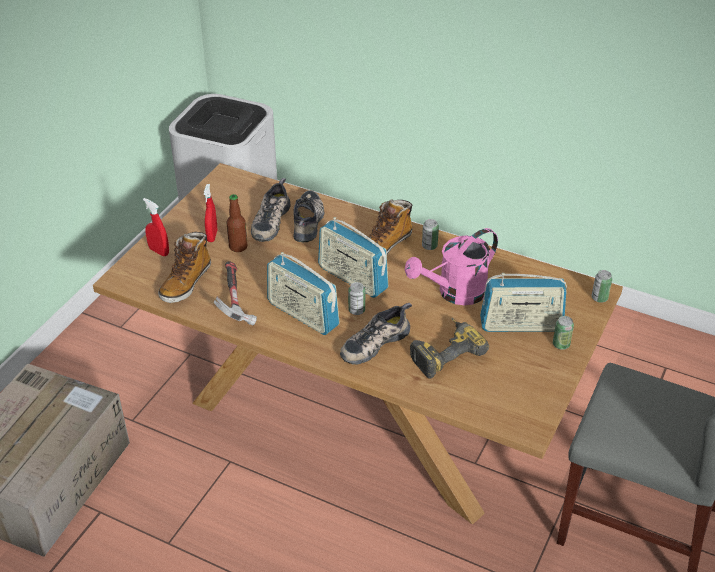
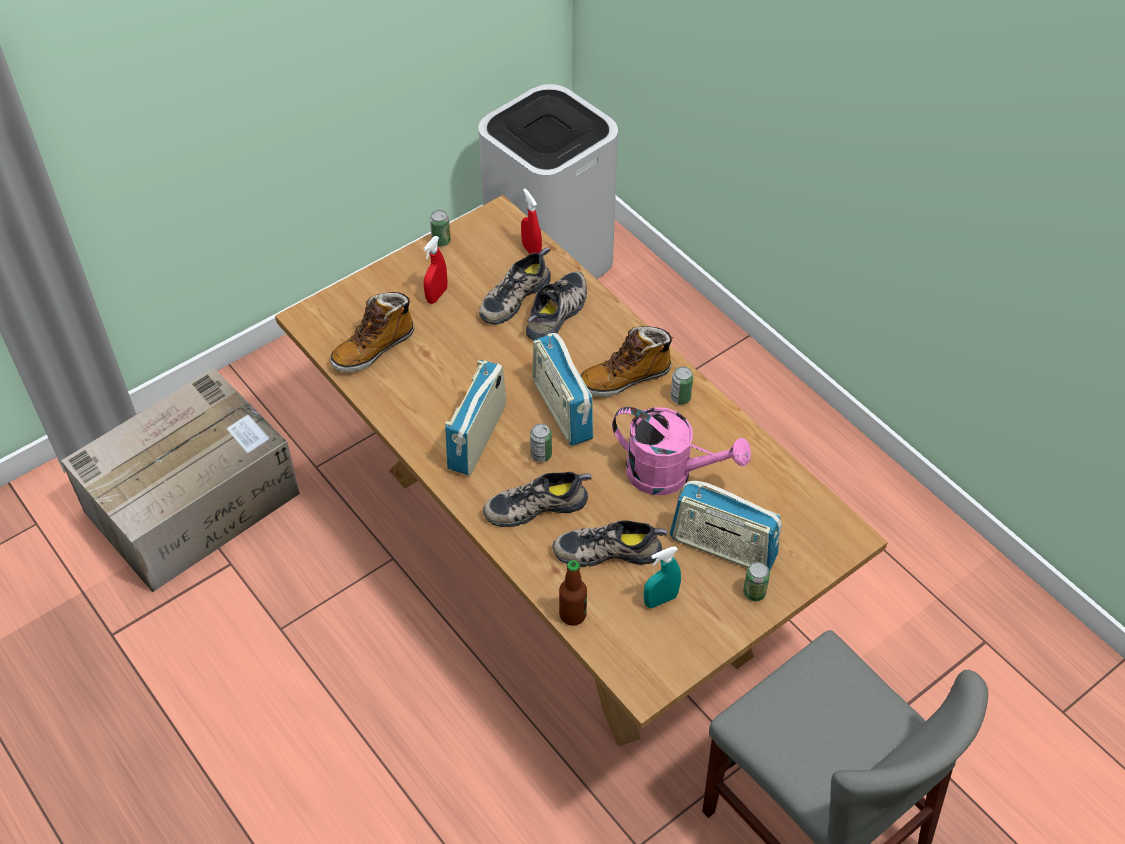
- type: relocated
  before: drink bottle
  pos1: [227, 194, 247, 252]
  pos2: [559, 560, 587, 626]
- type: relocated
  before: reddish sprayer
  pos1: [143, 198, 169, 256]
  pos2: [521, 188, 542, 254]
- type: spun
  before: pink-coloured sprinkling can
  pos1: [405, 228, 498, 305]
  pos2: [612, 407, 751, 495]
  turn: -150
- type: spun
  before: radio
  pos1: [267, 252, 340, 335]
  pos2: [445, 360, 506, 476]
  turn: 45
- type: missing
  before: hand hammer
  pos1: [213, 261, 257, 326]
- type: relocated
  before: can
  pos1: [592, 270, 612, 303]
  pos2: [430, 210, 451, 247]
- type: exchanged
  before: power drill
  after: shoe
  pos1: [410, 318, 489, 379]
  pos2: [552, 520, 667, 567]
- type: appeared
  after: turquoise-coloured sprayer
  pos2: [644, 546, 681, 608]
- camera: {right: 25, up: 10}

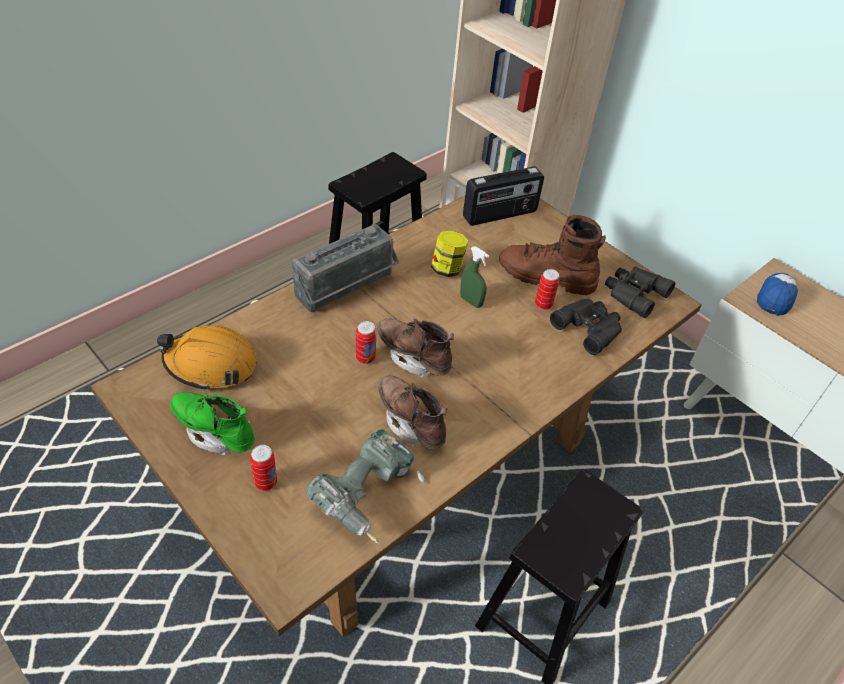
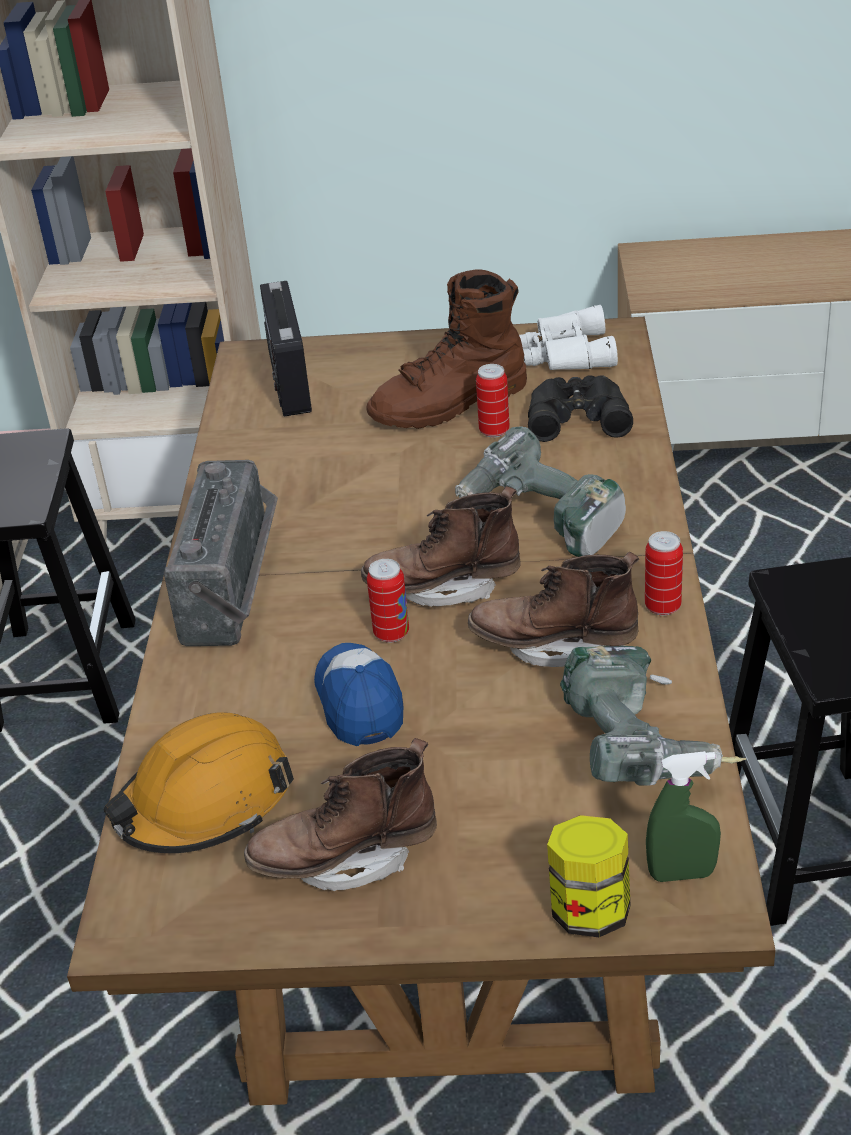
- type: spun
  before: radio
  pos1: [463, 167, 544, 226]
  pos2: [260, 281, 312, 416]
  turn: 150
- type: relocated
  before: jar
  pos1: [431, 230, 469, 277]
  pos2: [547, 815, 631, 937]
- type: relocated
  before: green-coloured sprayer
  pos1: [460, 247, 489, 308]
  pos2: [646, 751, 721, 882]
- type: colour
  before: blackish field glasses
  after: whitish field glasses
  pos1: [605, 266, 676, 318]
  pos2: [519, 305, 618, 370]
- type: relocated
  before: peaked cap
  pos1: [757, 273, 798, 316]
  pos2: [314, 643, 403, 746]
- type: colour
  before: green-coloured boot
  after: brown boot
  pos1: [170, 392, 255, 455]
  pos2: [244, 738, 437, 891]
- type: relocated
  before: can
  pos1: [250, 445, 277, 491]
  pos2: [645, 531, 683, 616]
- type: appeared
  after: power drill
  pos2: [455, 426, 626, 557]
- camera: {right: -40, up: -10}

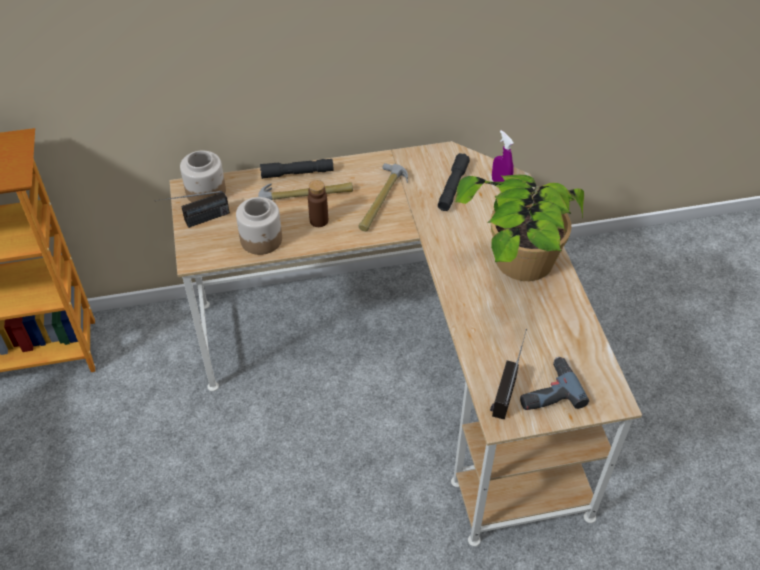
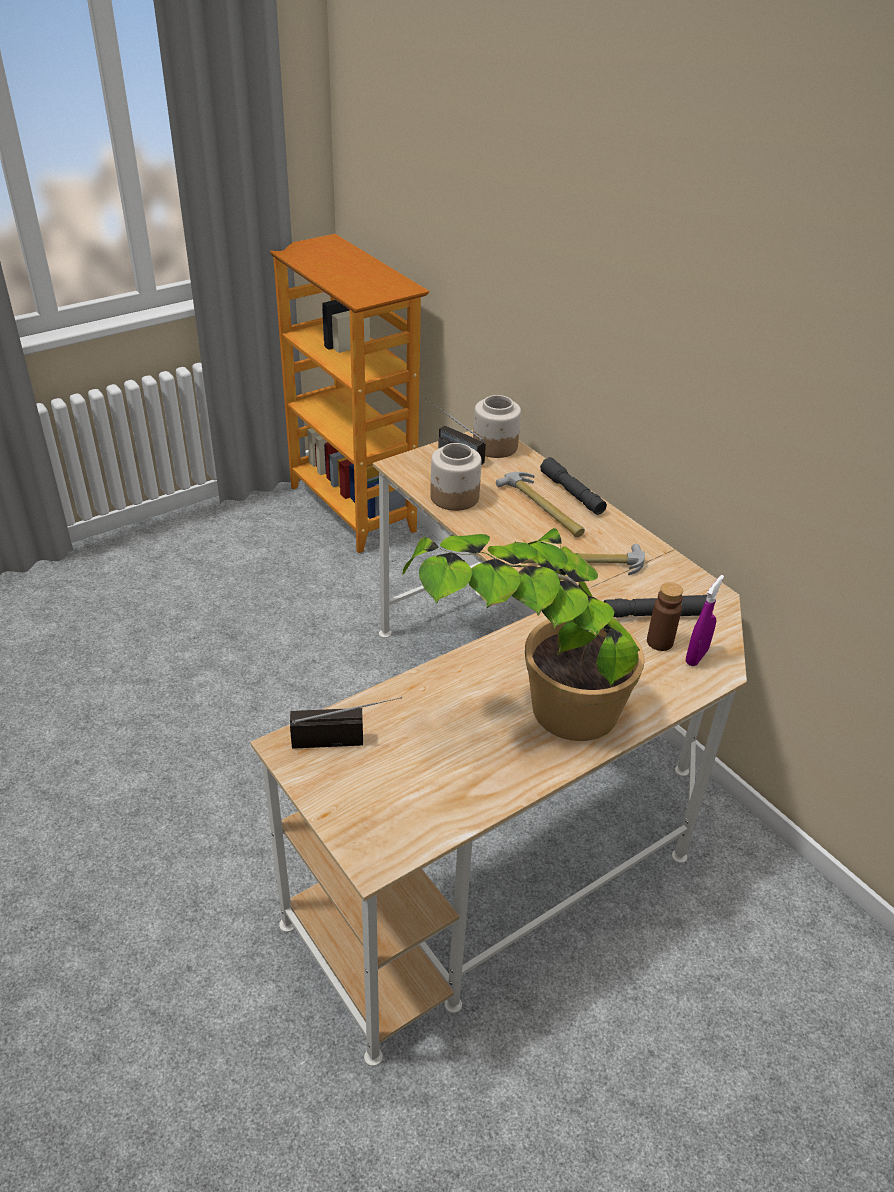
- type: relocated
  before: brown drink bottle
  pos1: [308, 180, 328, 227]
  pos2: [647, 582, 683, 651]
- type: missing
  before: power drill
  pos1: [520, 357, 589, 410]
- camera: {right: 65, up: -10}

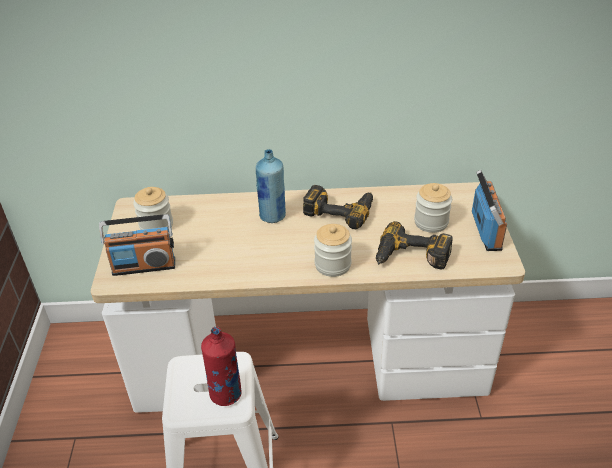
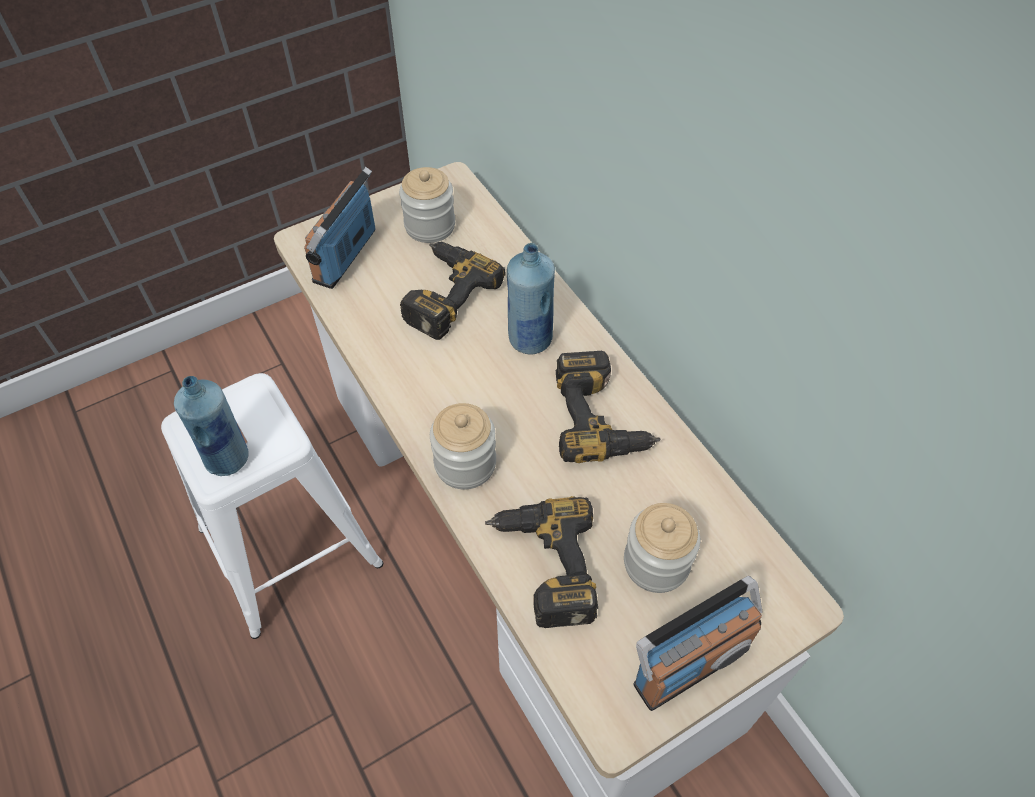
- type: spun
  before: radio
  pos1: [99, 214, 175, 276]
  pos2: [304, 167, 376, 289]
  turn: 60
- type: colour
  before: reddish drink bottle
  after: blue drink bottle
  pos1: [201, 327, 242, 406]
  pos2: [174, 376, 249, 476]
- type: appeared
  after: power drill
  pos2: [400, 242, 505, 340]
- camera: {right: 60, up: 15}

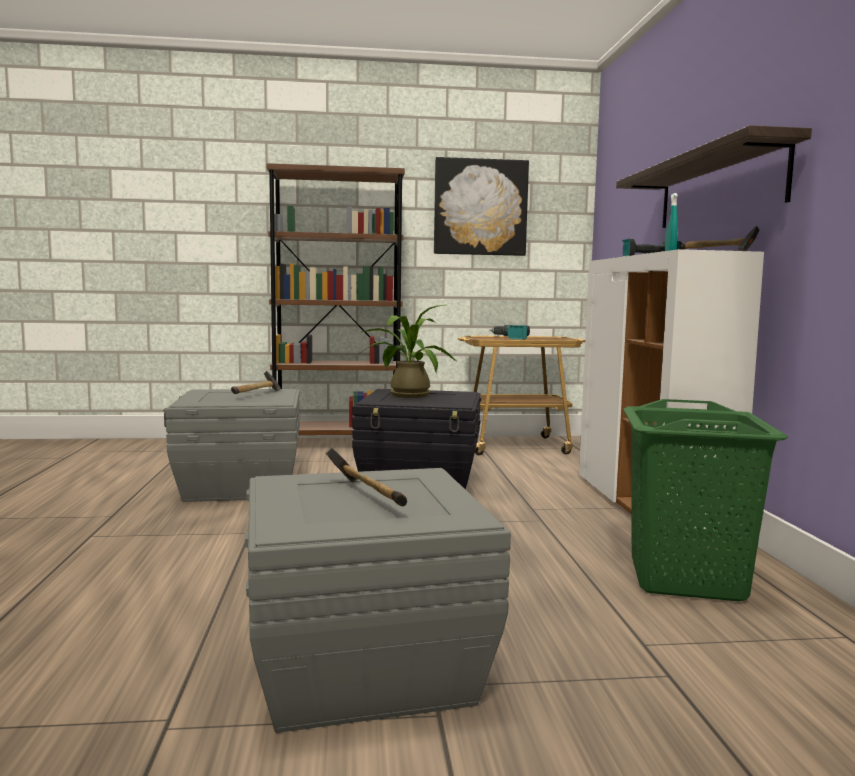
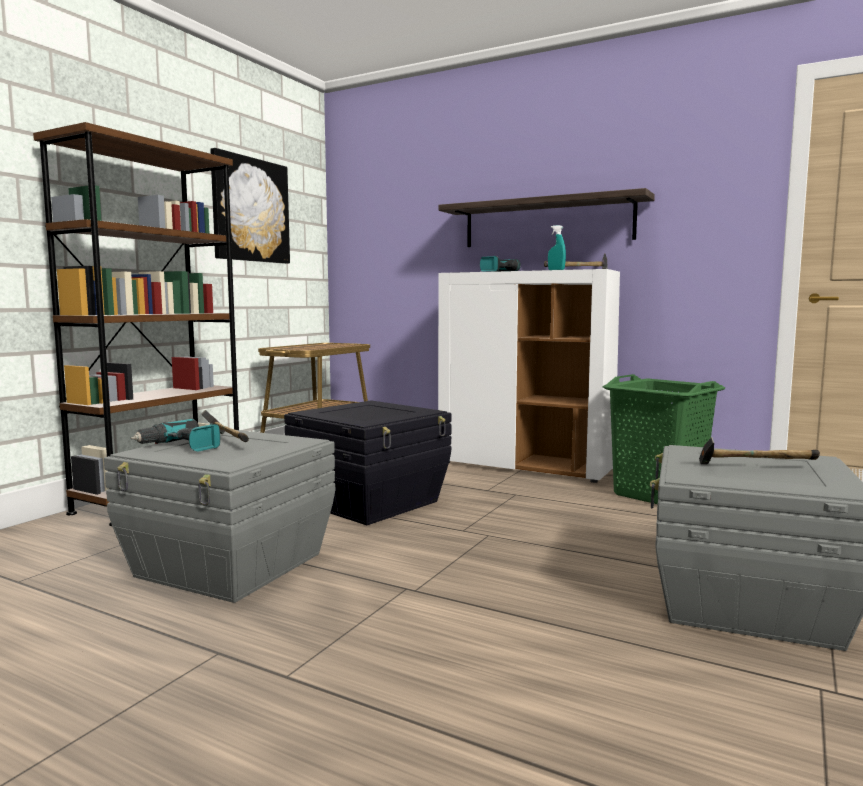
- type: missing
  before: plant in a pot
  pos1: [358, 305, 458, 398]
- type: relocated
  before: power drill
  pos1: [489, 325, 530, 340]
  pos2: [131, 419, 220, 451]
- camera: {right: -55, up: 0}

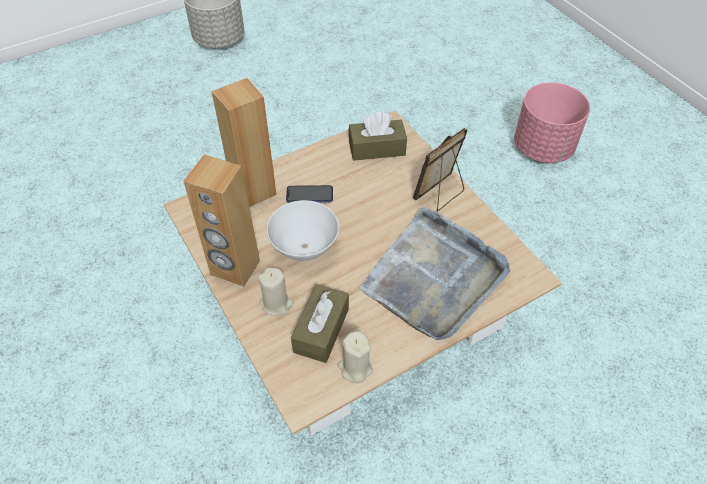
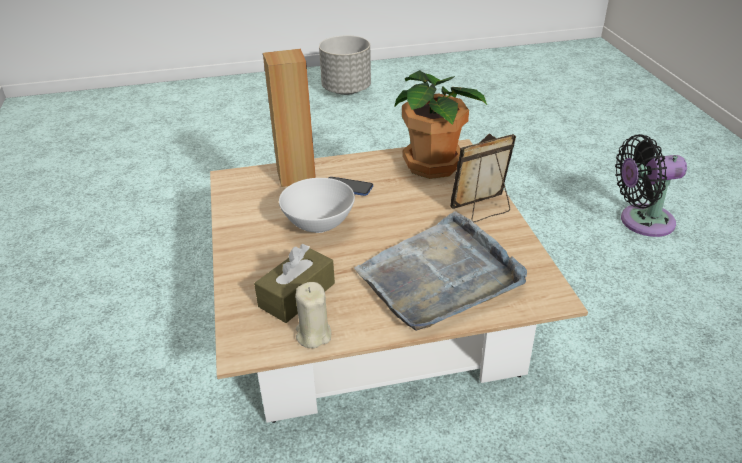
- type: exchanged
  before: pink-coloured planter
  after: blackish electric fan
  pos1: [514, 82, 590, 163]
  pos2: [615, 134, 687, 237]
- type: exchanged
  before: brown box of tissues
  after: plant in a pot
  pos1: [349, 112, 407, 161]
  pos2: [394, 70, 487, 179]
- type: missing
  before: brown audio speaker
  pos1: [184, 154, 260, 287]
- type: missing
  before: sand-coloured wax candle
  pos1: [258, 268, 294, 316]
- camera: {right: 20, up: -15}

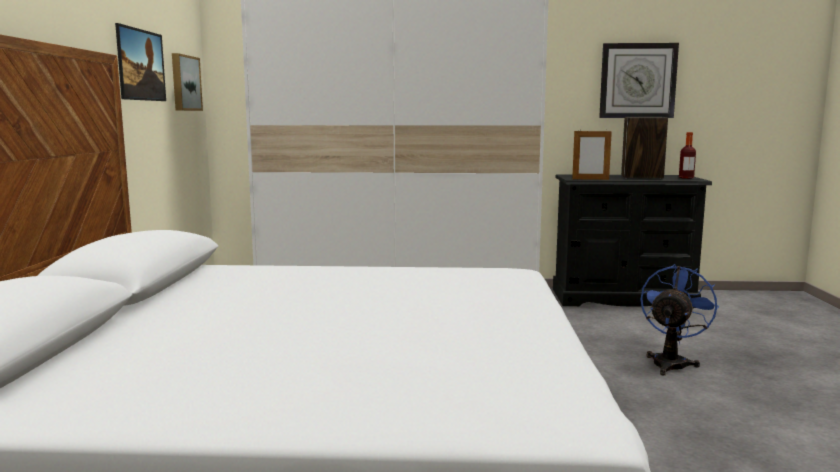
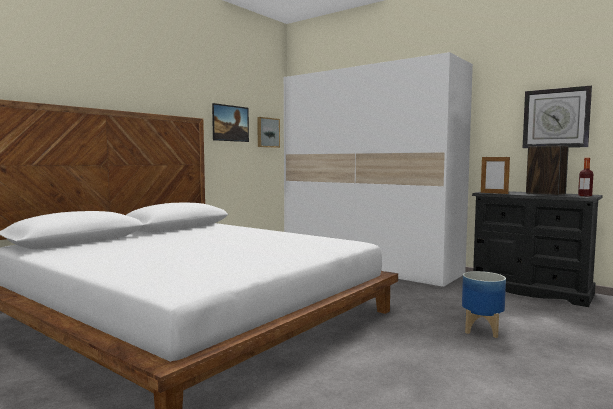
- type: exchanged
  before: blue electric fan
  after: planter
  pos1: [640, 264, 719, 376]
  pos2: [462, 271, 506, 338]
- camera: {right: 35, up: -5}

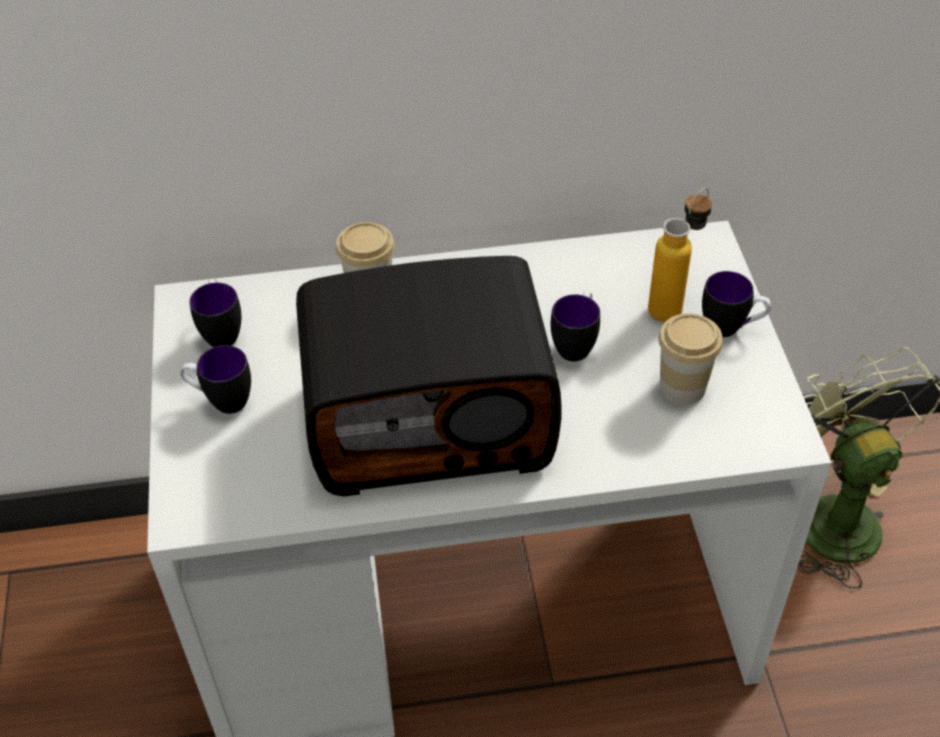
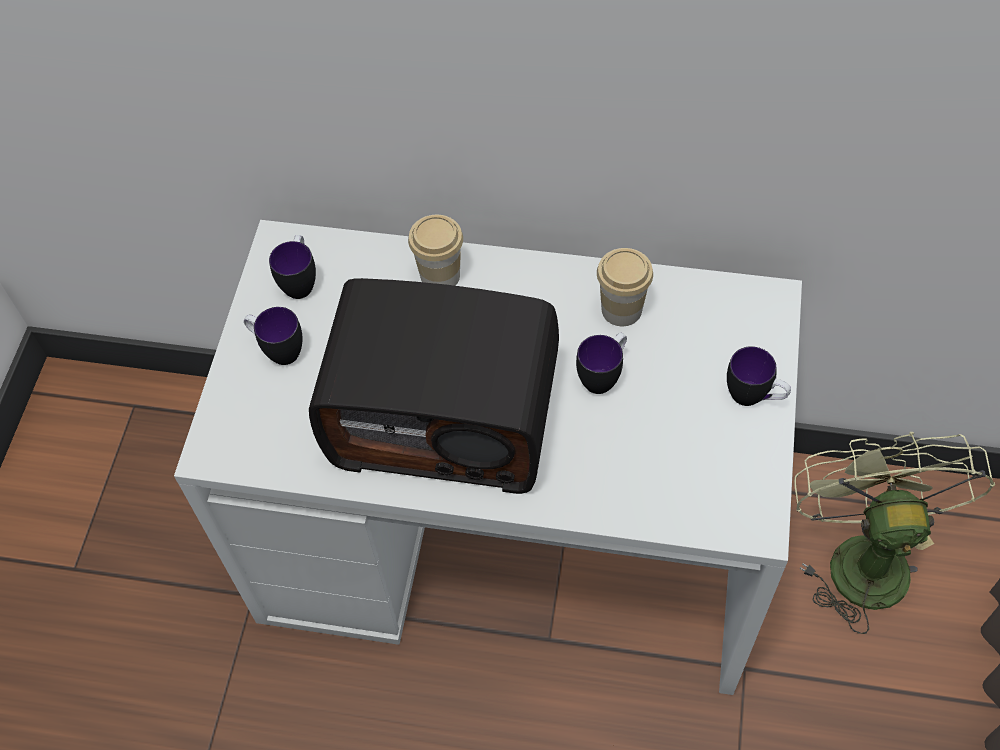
- type: missing
  before: drink bottle
  pos1: [648, 188, 712, 322]
- type: relocated
  before: cup
  pos1: [658, 313, 723, 405]
  pos2: [597, 248, 653, 326]
- camera: {right: 20, up: 10}

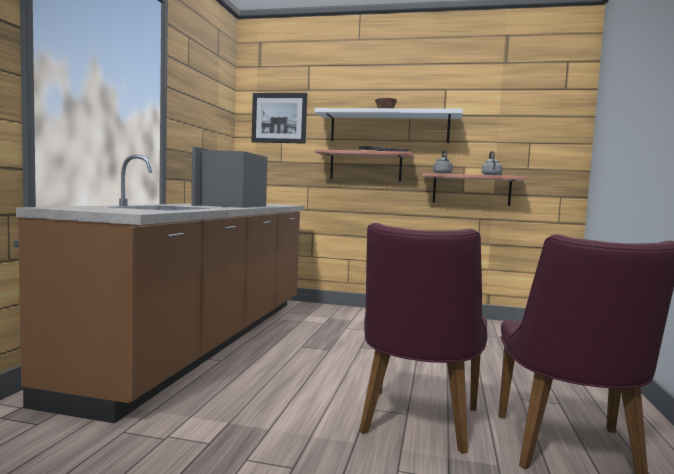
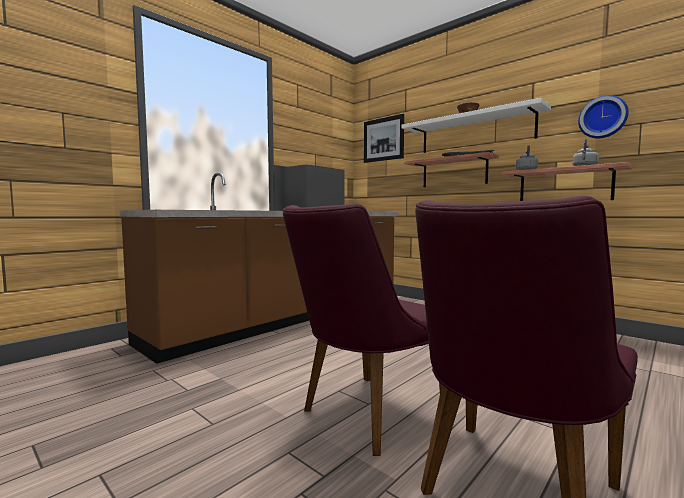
- type: appeared
  after: clock on the wall
  pos2: [578, 95, 629, 138]
- camera: {right: 30, up: 0}

